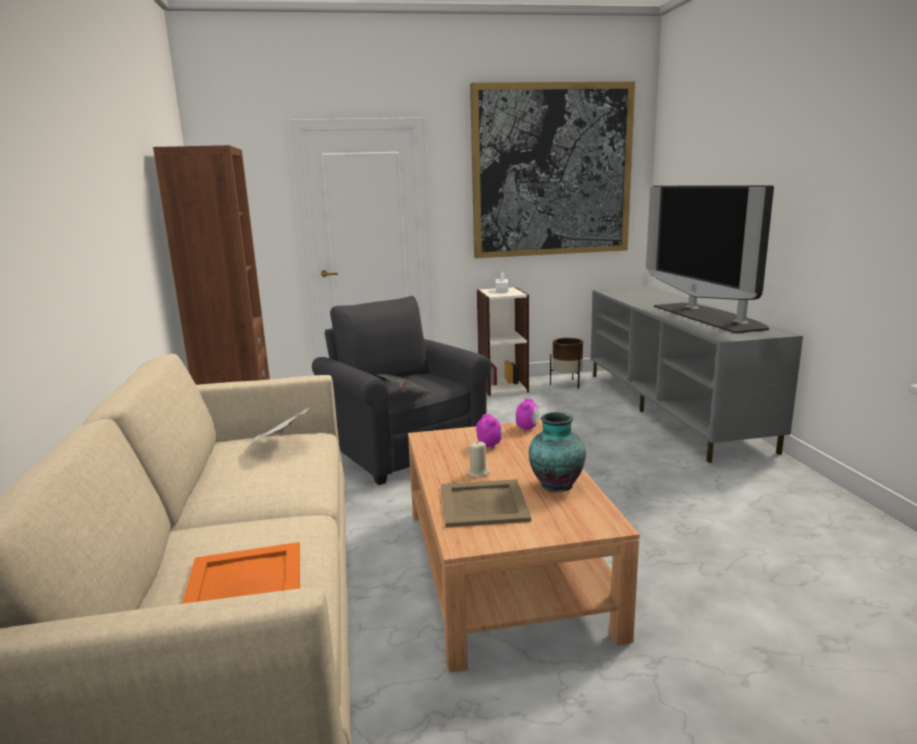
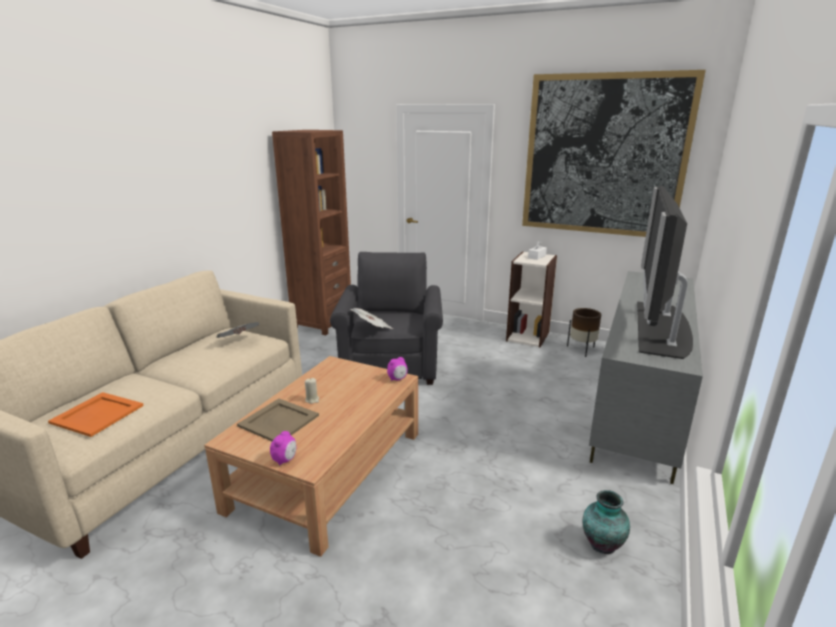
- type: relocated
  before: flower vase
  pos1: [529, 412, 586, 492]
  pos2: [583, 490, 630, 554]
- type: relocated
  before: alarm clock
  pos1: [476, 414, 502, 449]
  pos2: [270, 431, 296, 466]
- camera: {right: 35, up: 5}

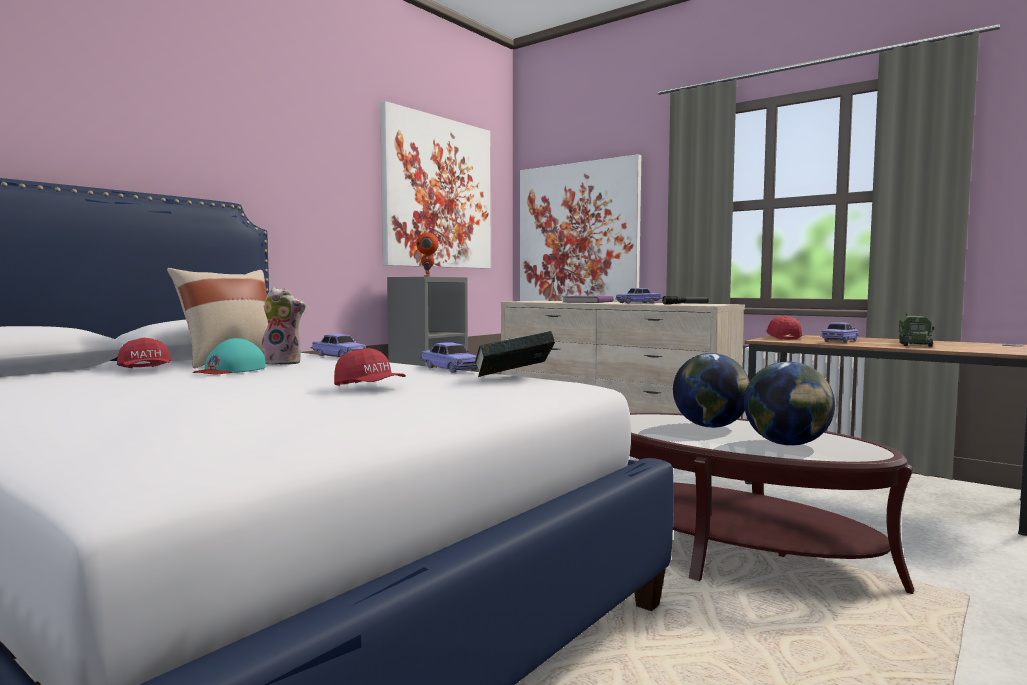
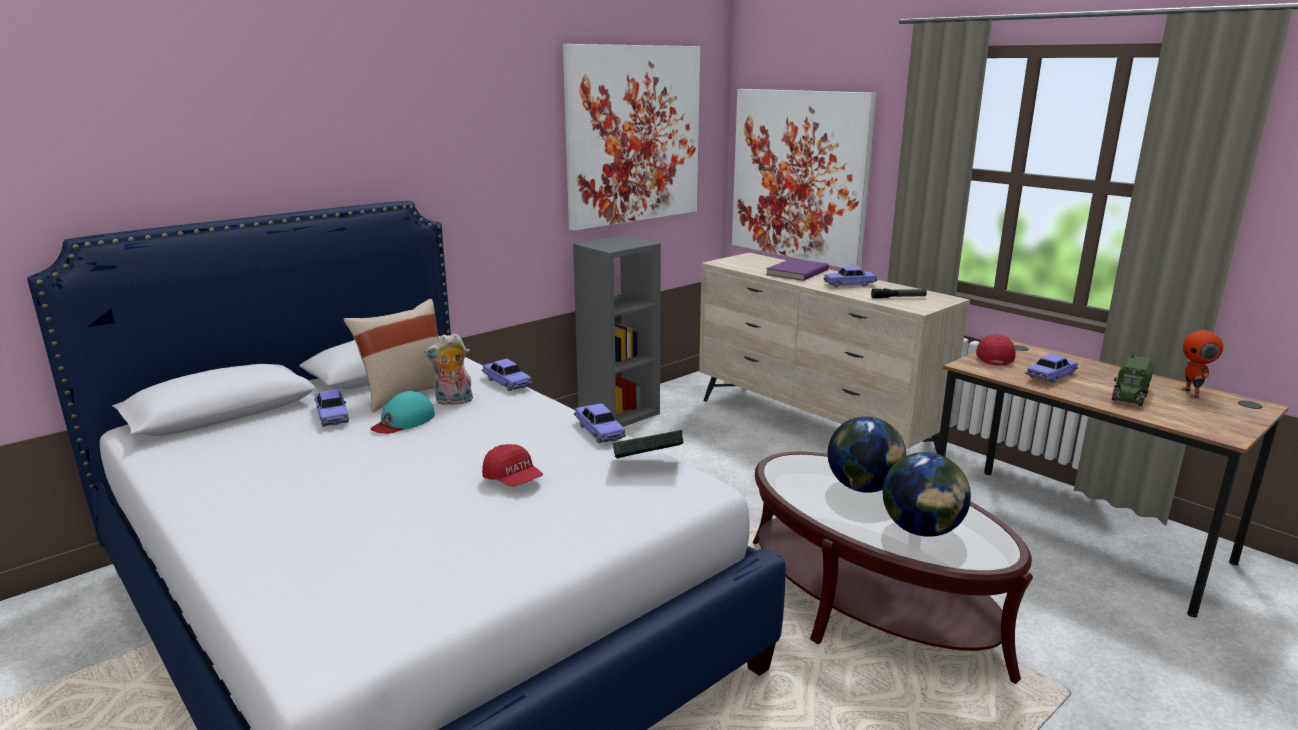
- type: relocated
  before: model robot
  pos1: [416, 230, 439, 277]
  pos2: [1181, 321, 1223, 398]
- type: spun
  before: soft toy
  pos1: [262, 287, 306, 365]
  pos2: [424, 333, 473, 405]
  turn: 150
- type: exchanged
  before: reddish peaked cap
  after: model car
  pos1: [117, 338, 171, 368]
  pos2: [314, 389, 349, 427]
- camera: {right: 10, up: 15}

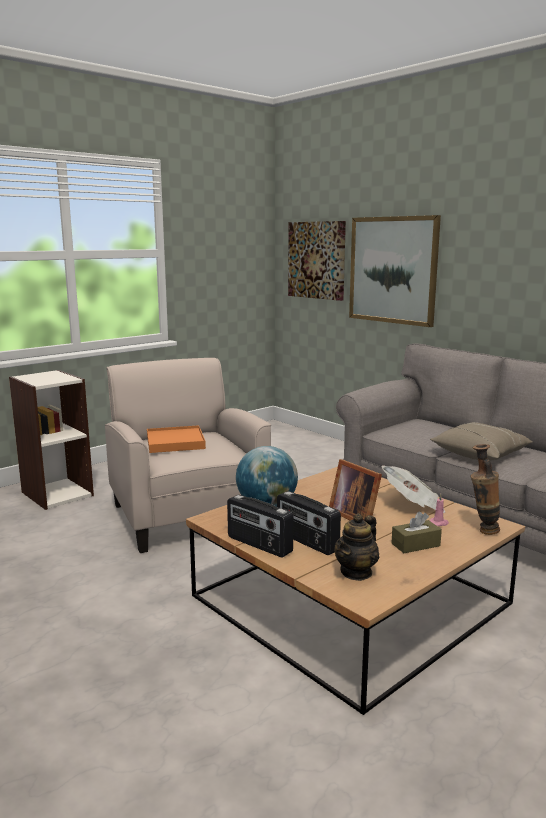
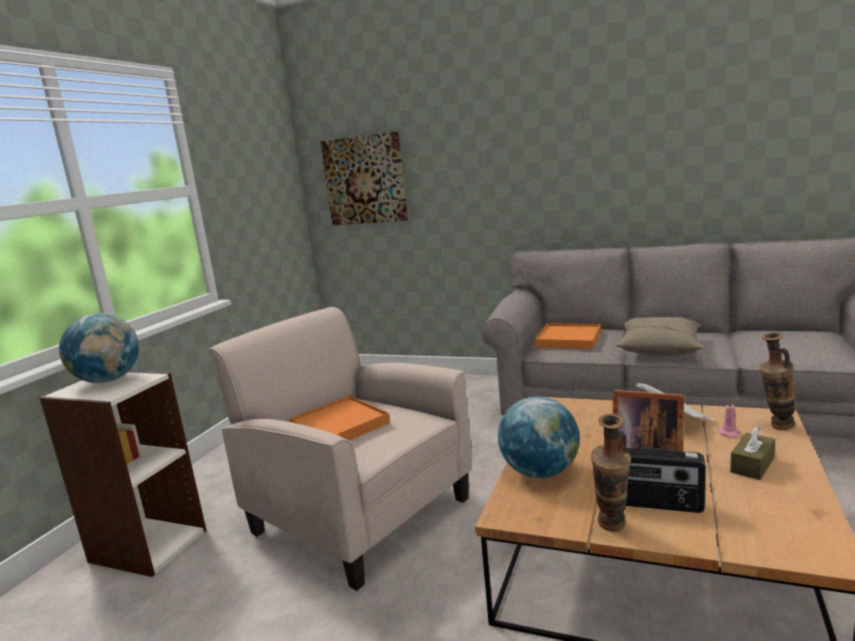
- type: missing
  before: wall art
  pos1: [349, 215, 441, 327]
- type: exchanged
  before: radio
  after: flower vase
  pos1: [227, 495, 293, 557]
  pos2: [591, 414, 631, 532]
- type: missing
  before: tea pot
  pos1: [334, 513, 379, 581]
- type: appeared
  after: desk globe
  pos2: [59, 313, 139, 383]
- type: appeared
  after: orangey carrying tray
  pos2: [535, 323, 601, 349]
- camera: {right: -25, up: 0}

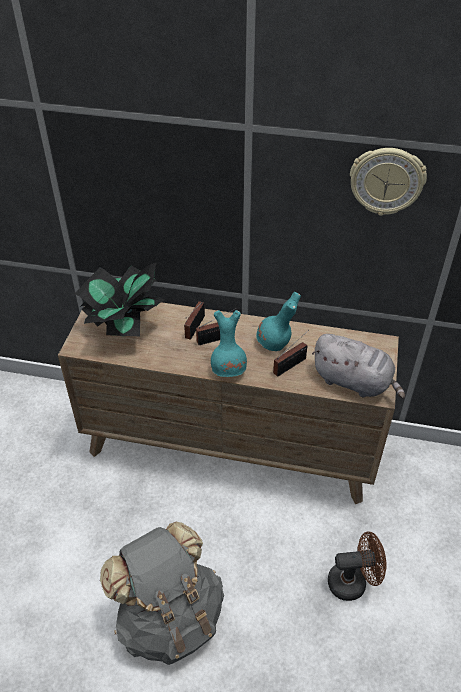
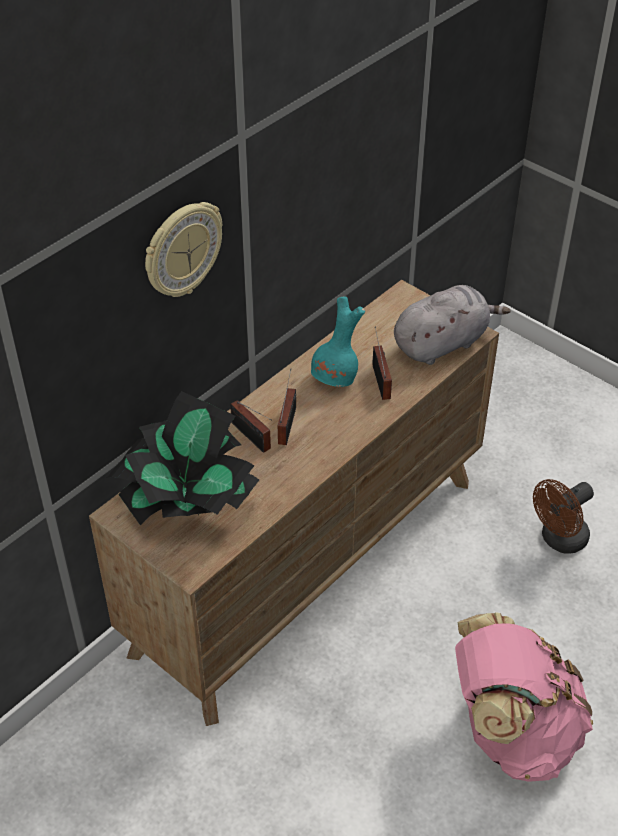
- type: relocated
  before: clock on the wall
  pos1: [350, 148, 427, 216]
  pos2: [145, 202, 222, 297]
- type: missing
  before: turquoise-coloured flower vase
  pos1: [211, 310, 247, 377]
- type: colour
  before: grey backpack
  after: pink-coloured backpack
  pos1: [100, 522, 224, 665]
  pos2: [455, 612, 593, 782]
- type: spun
  before: brown electric fan
  pos1: [328, 532, 386, 601]
  pos2: [533, 479, 594, 553]
  turn: -150
- camera: {right: -60, up: 0}

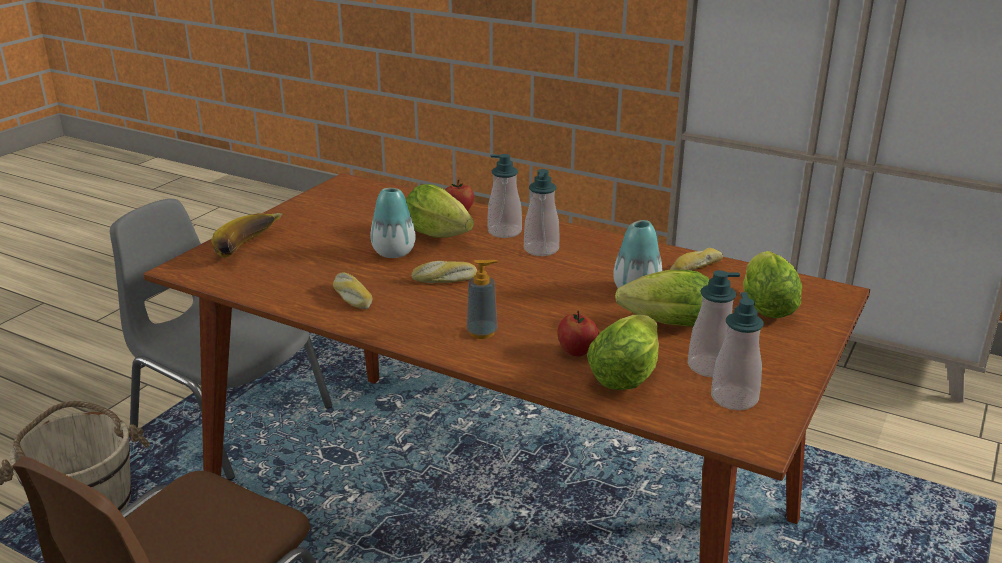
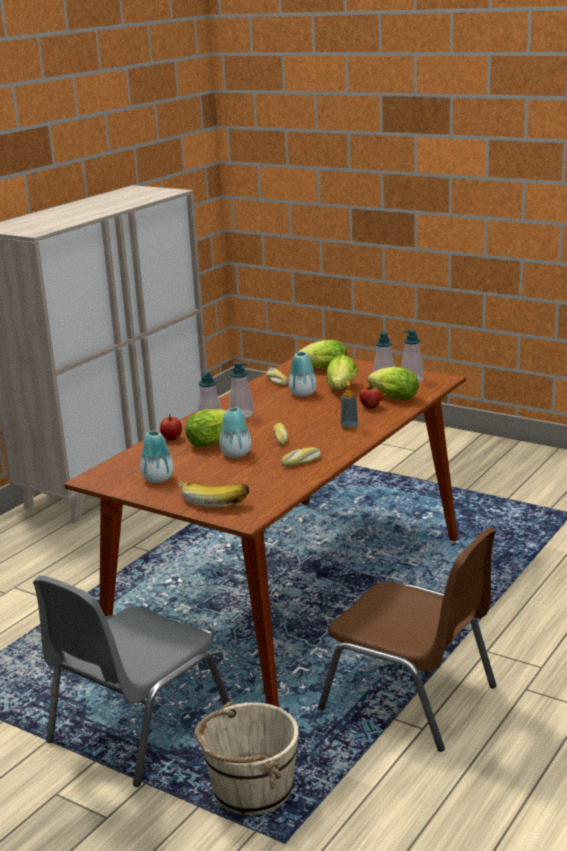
- type: appeared
  after: flower vase
  pos2: [140, 431, 174, 483]
- camera: {right: -85, up: -5}

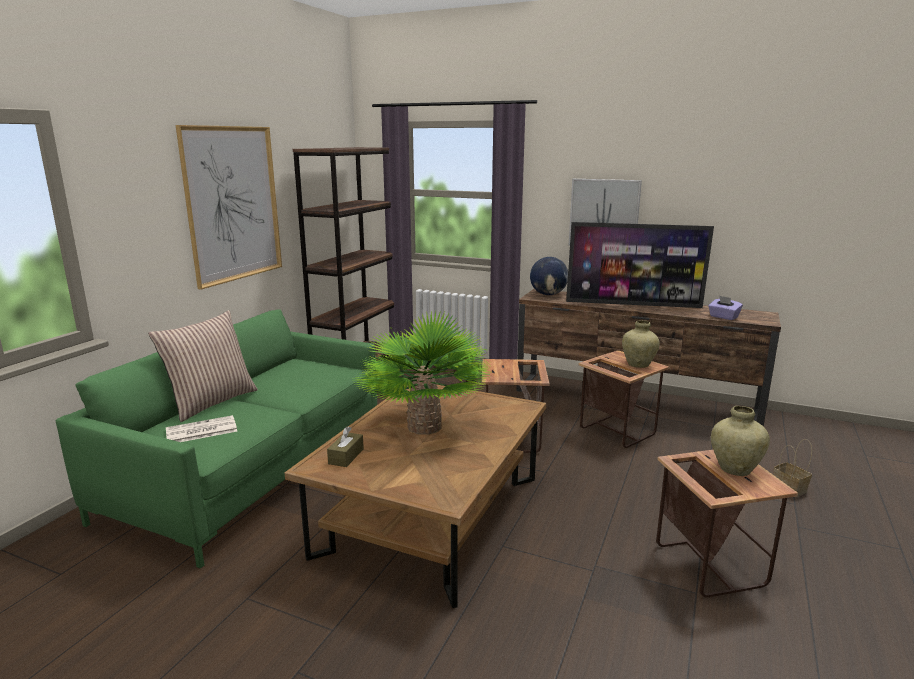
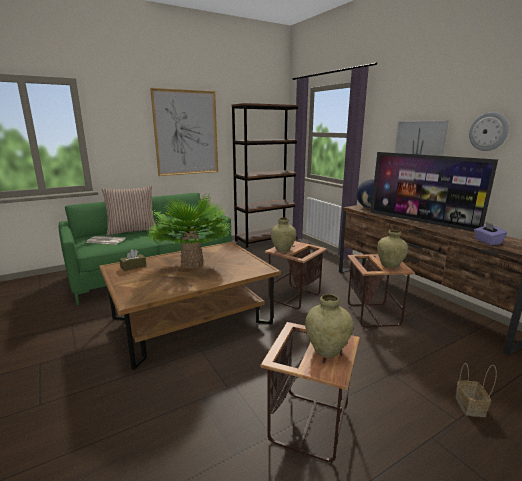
- type: appeared
  after: clock on the wall
  pos2: [469, 112, 509, 151]
- type: appeared
  after: sand-coloured flower vase
  pos2: [271, 218, 296, 252]
- camera: {right: 35, up: 0}

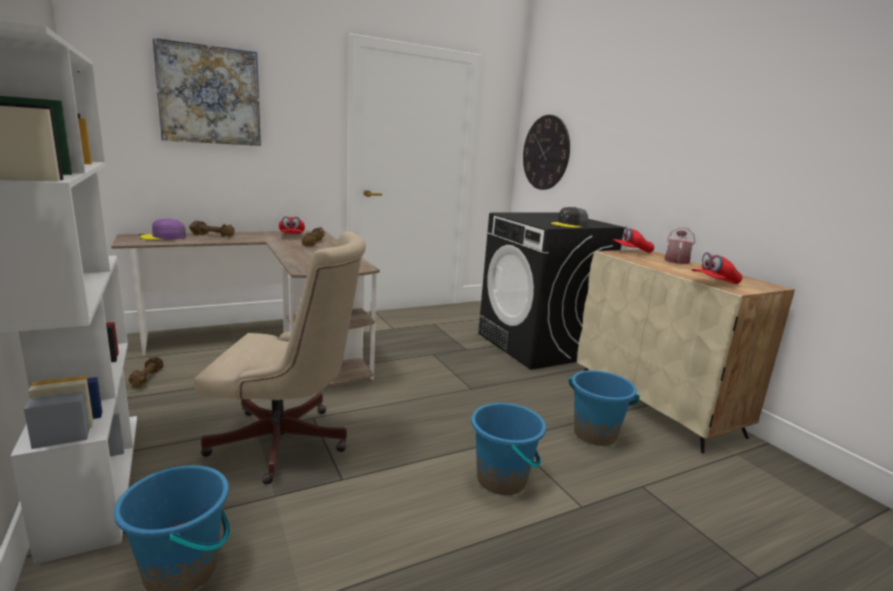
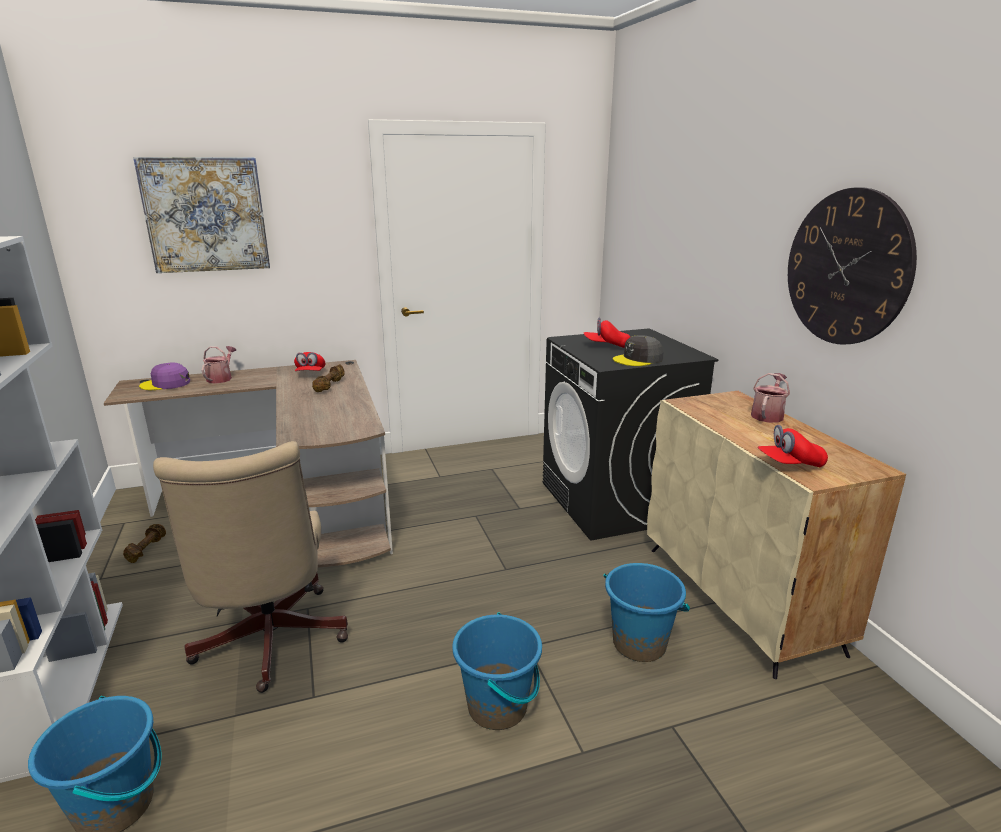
- type: relocated
  before: clock on the wall
  pos1: [523, 115, 570, 190]
  pos2: [788, 187, 917, 345]
- type: exchanged
  before: brown free weight
  after: sprinkling can
  pos1: [189, 221, 235, 237]
  pos2: [201, 346, 236, 384]
- type: relocated
  before: reddish peaked cap
  pos1: [613, 227, 654, 253]
  pos2: [584, 317, 630, 348]
- type: spun
  before: sand-coloured office chair
  pos1: [194, 231, 366, 485]
  pos2: [153, 441, 348, 693]
  turn: 60
- camera: {right: 10, up: 5}

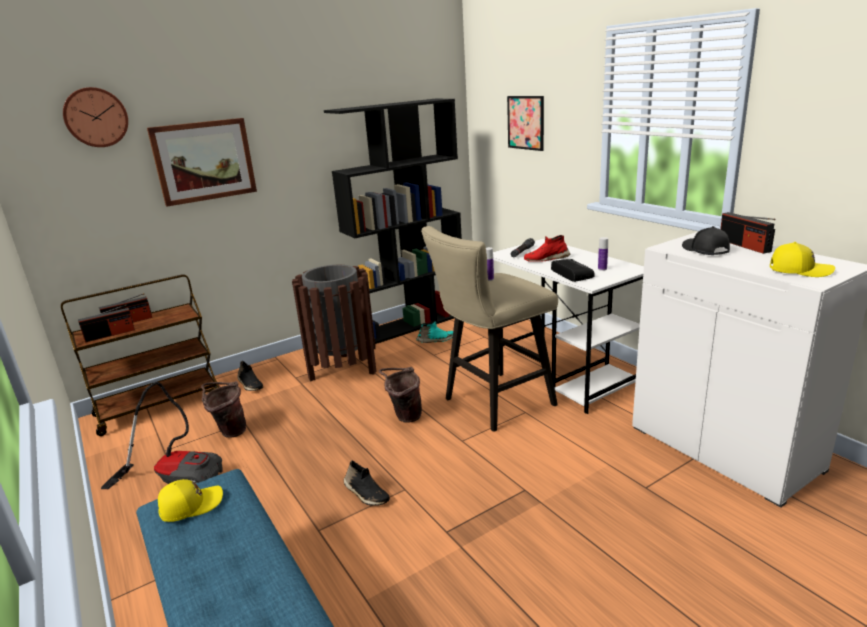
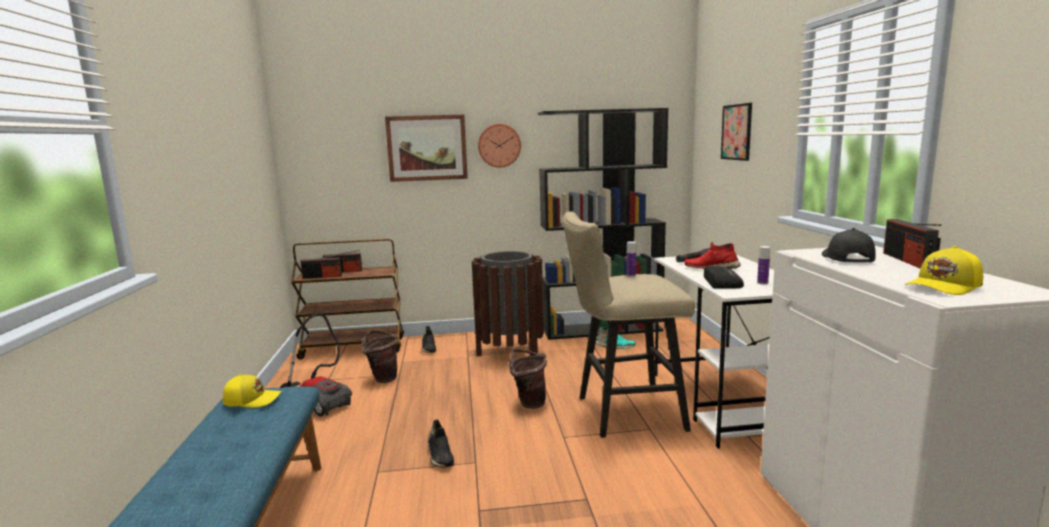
- type: relocated
  before: clock on the wall
  pos1: [63, 87, 128, 147]
  pos2: [478, 124, 521, 168]
- type: spun
  before: yellow-coloured peaked cap
  pos1: [770, 242, 835, 277]
  pos2: [905, 246, 983, 295]
  turn: 105
- camera: {right: 25, up: -10}

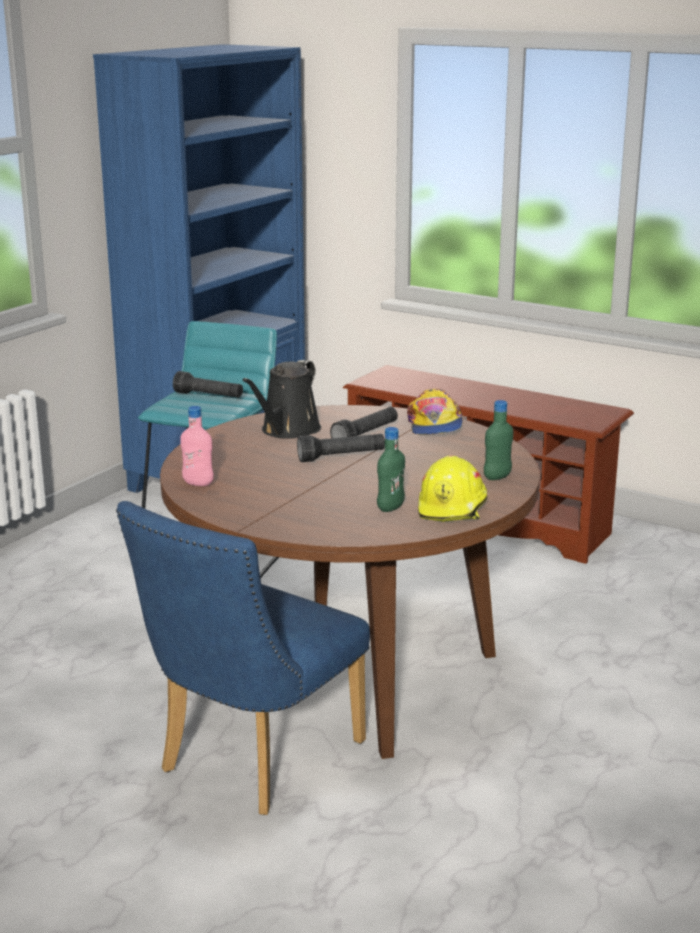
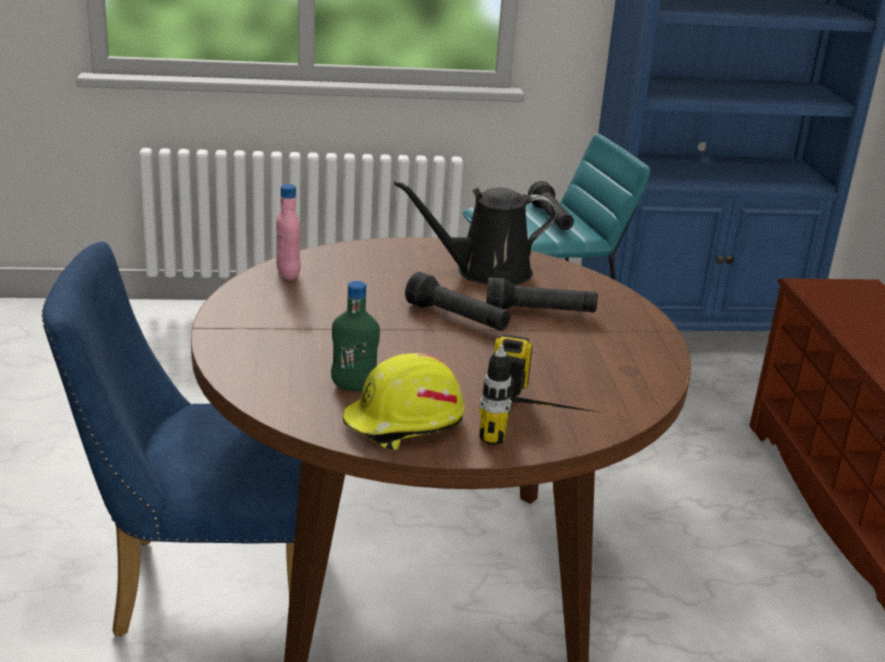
- type: missing
  before: peaked cap
  pos1: [407, 389, 463, 435]
- type: exchanged
  before: green-coloured drink bottle
  after: power drill
  pos1: [484, 400, 513, 480]
  pos2: [479, 334, 603, 445]
- camera: {right: 50, up: 5}

